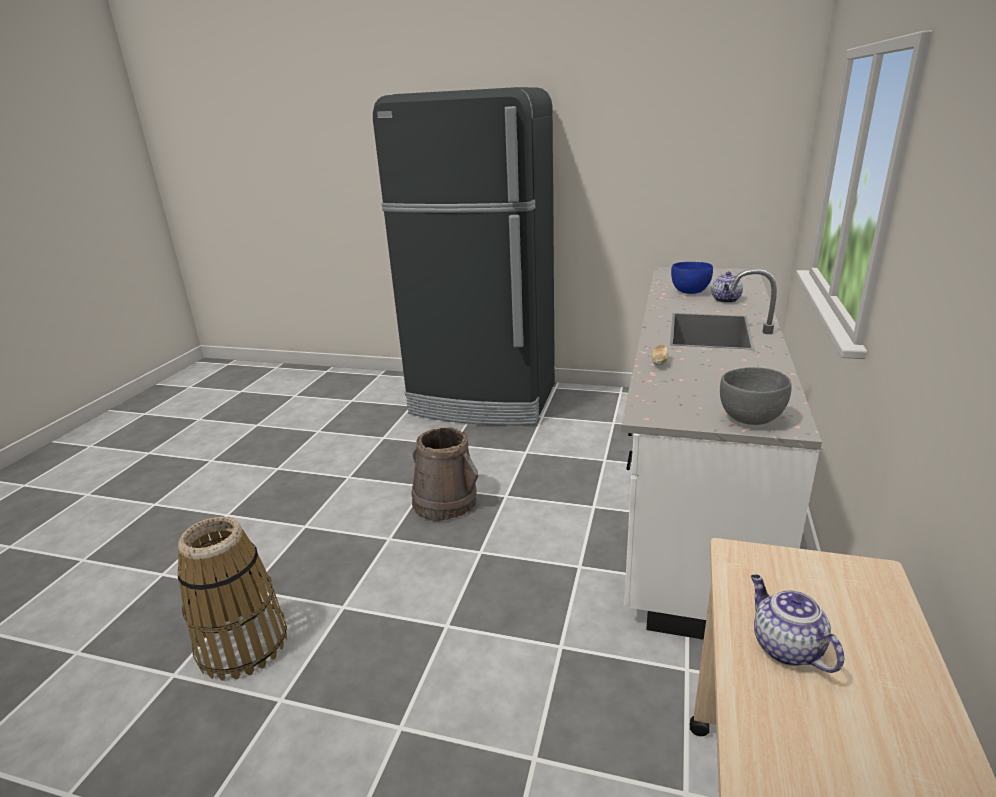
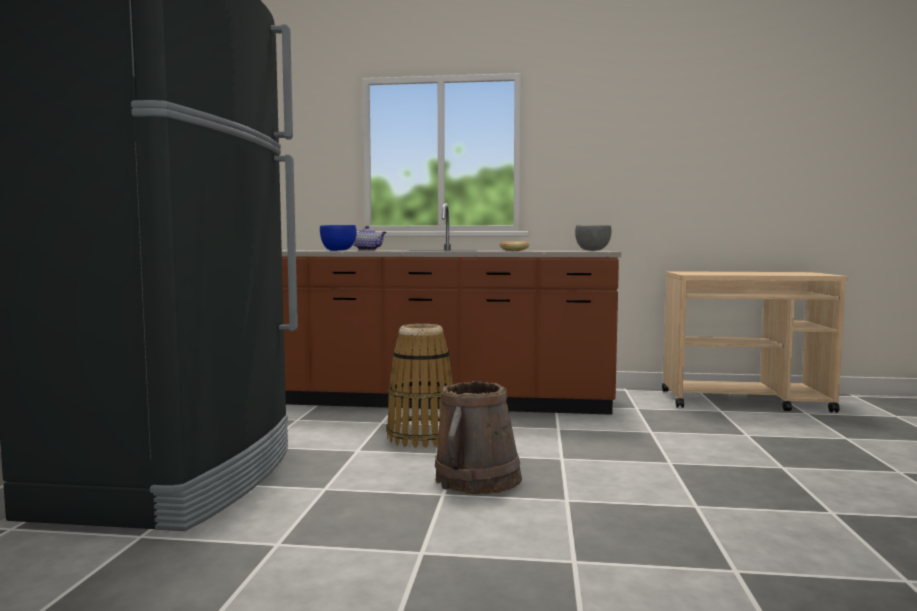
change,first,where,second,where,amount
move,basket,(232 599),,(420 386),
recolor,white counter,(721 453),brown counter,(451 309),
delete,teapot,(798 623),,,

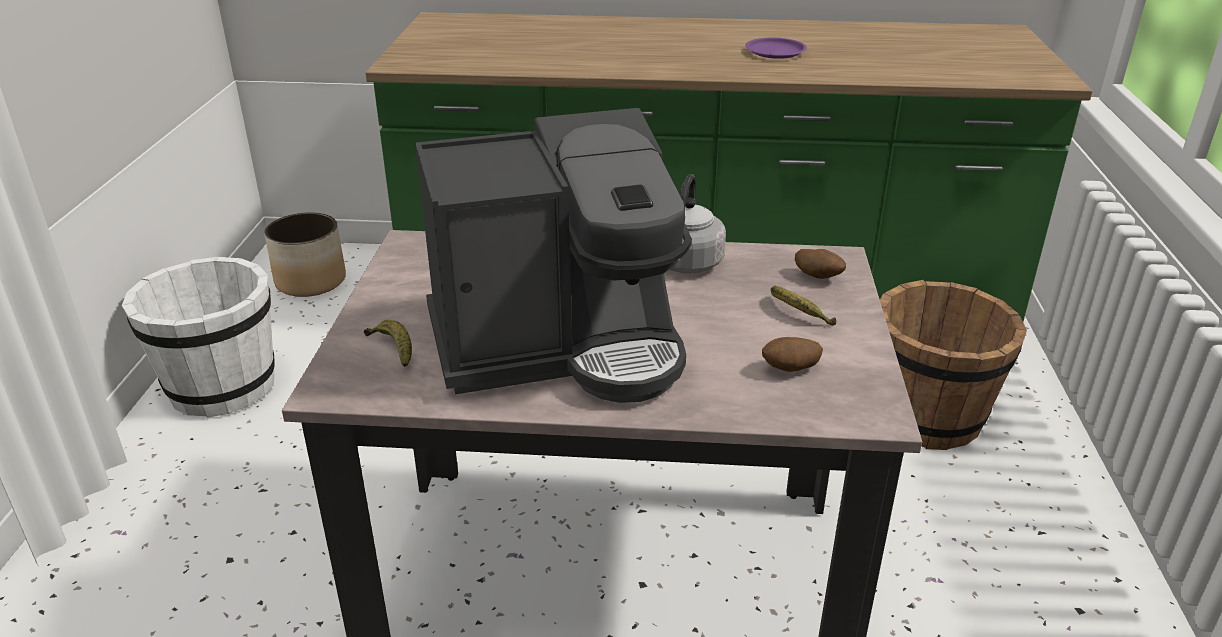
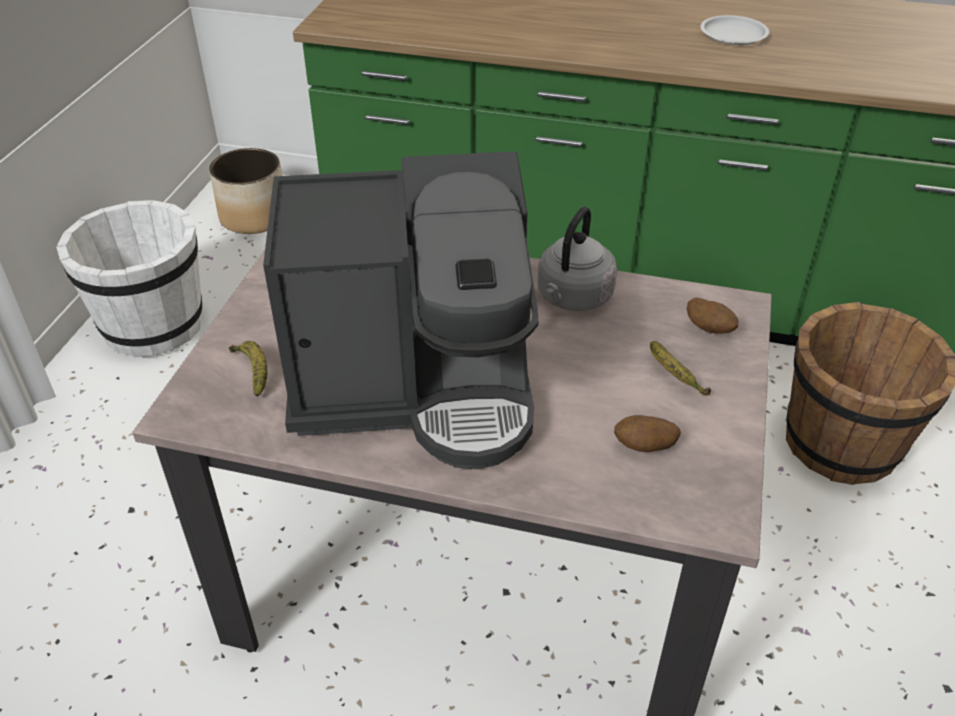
change,first,where,second,where,amount
recolor,purple plate,(776 48),white plate,(734 30),

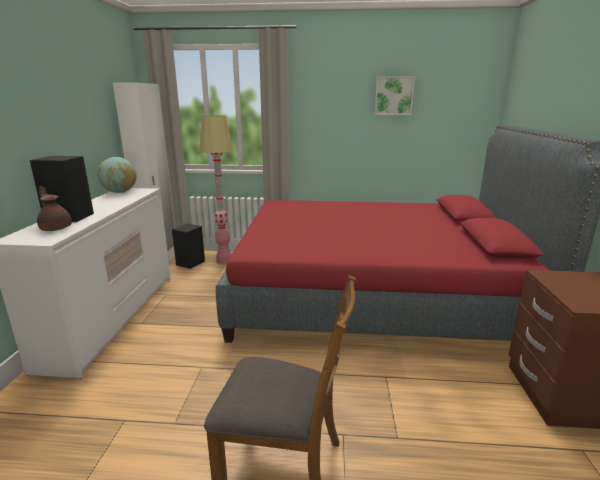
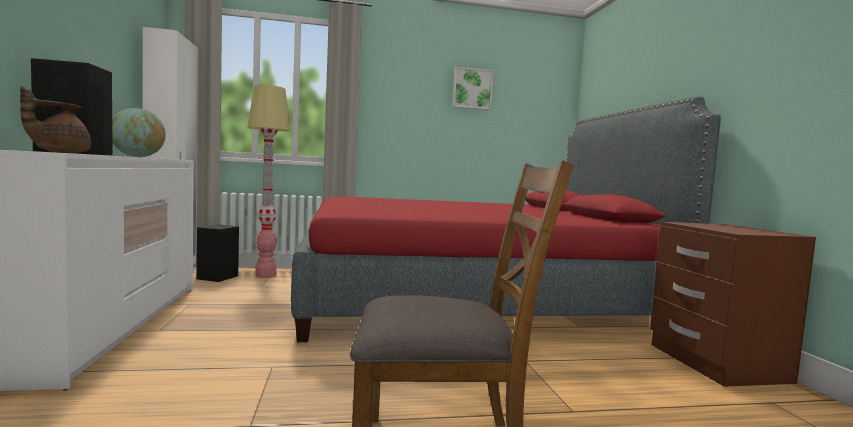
change,first,where,second,where,amount
rotate,brown teapot,(54 208),,(55 119),90 degrees counterclockwise

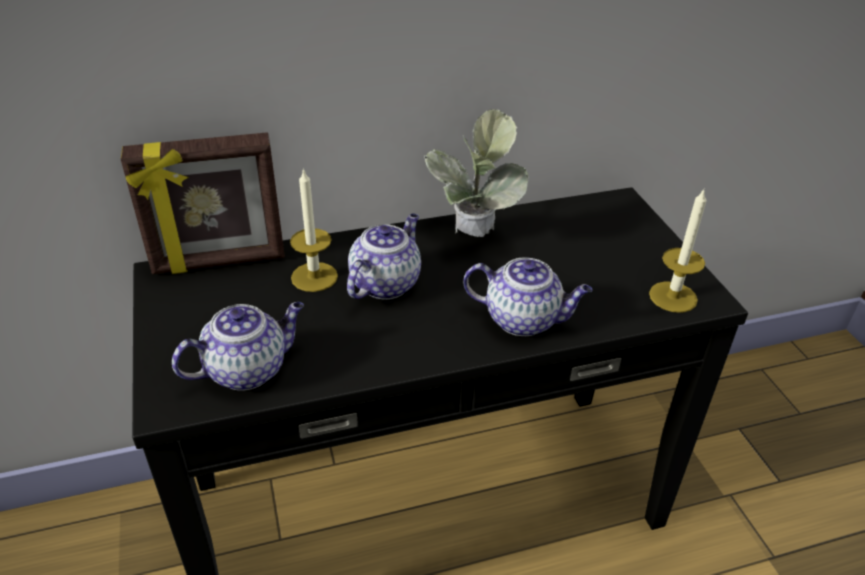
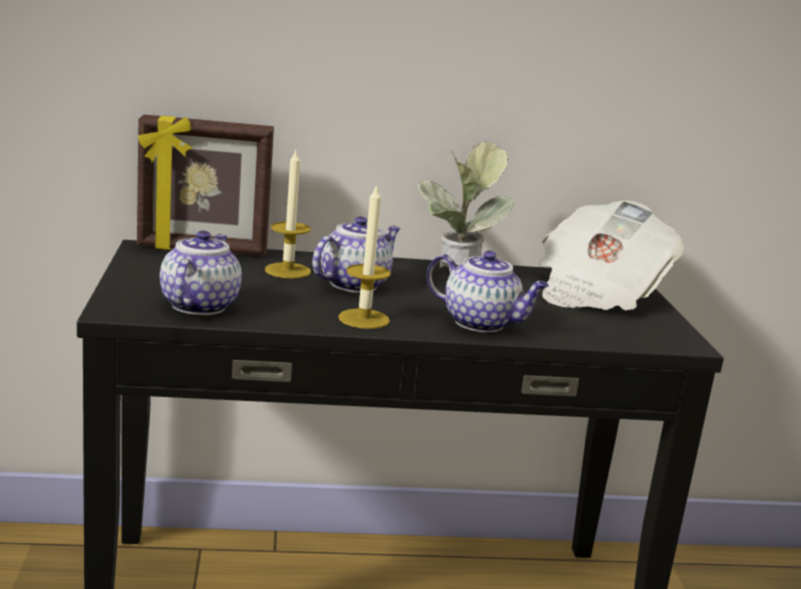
change,first,where,second,where,amount
rotate,teapot,(238 346),,(201 273),60 degrees counterclockwise
move,candle,(678 250),,(364 256),
insert,,,newspaper,(611 255),

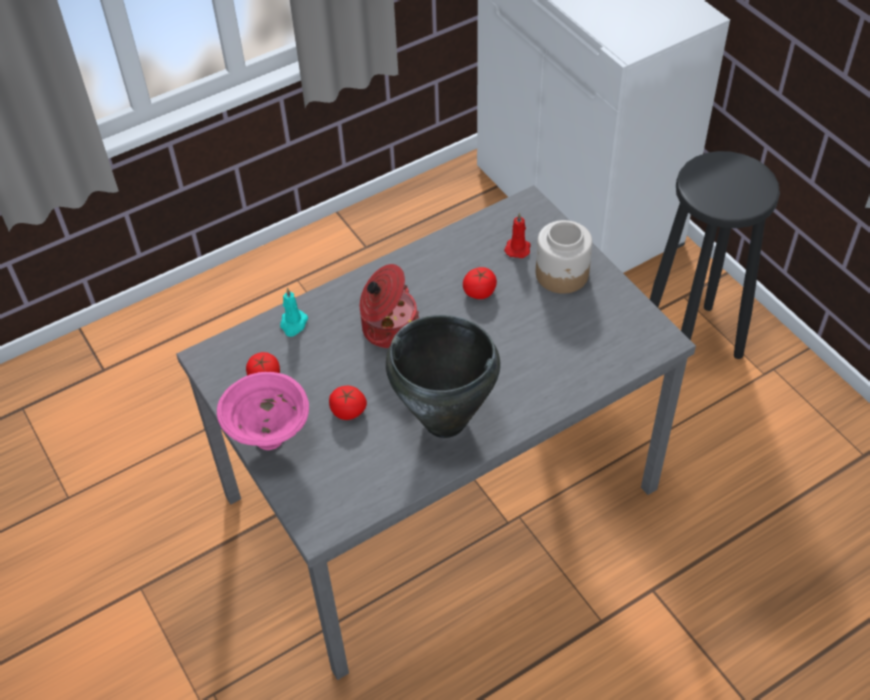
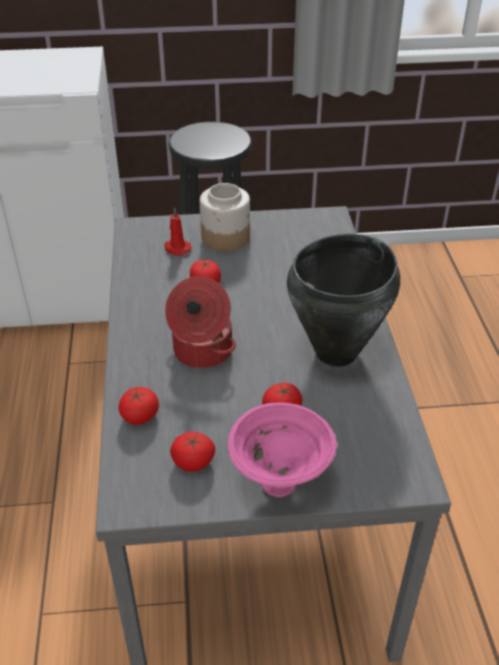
change,first,where,second,where,amount
replace,turquoise candle,(294 312),tomato,(139 406),

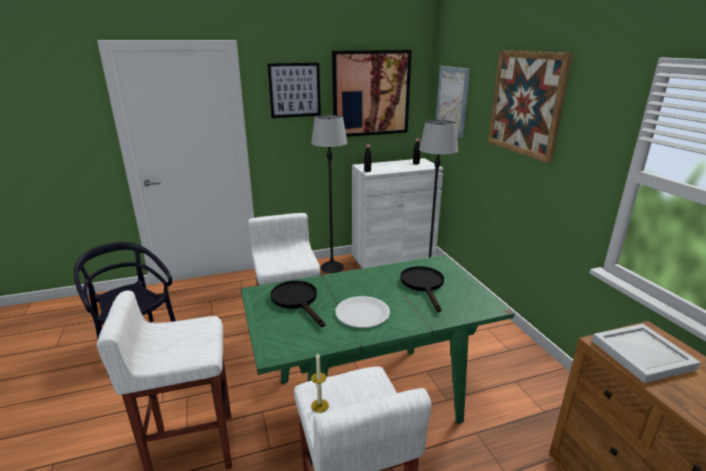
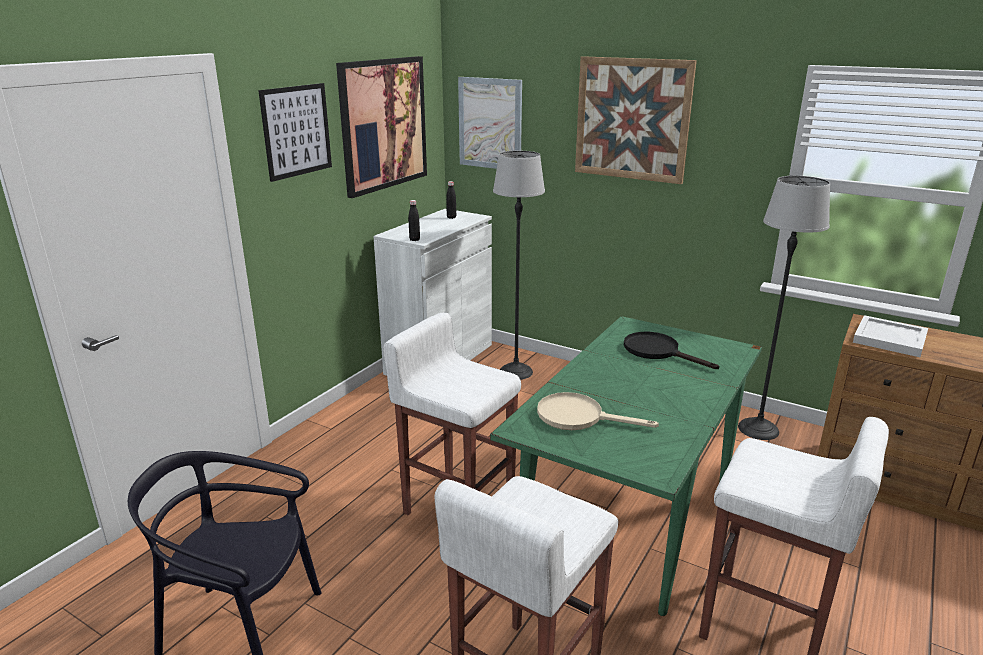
change,first,where,second,where,amount
recolor,black frying pan,(297 304),beige frying pan,(598 411),
move,floor lamp,(329 194),,(784 308),
delete,candle,(320 383),,,
delete,white plate,(362 312),,,

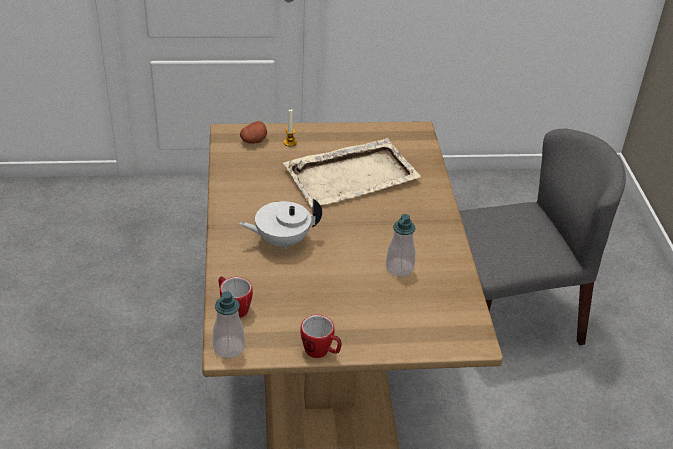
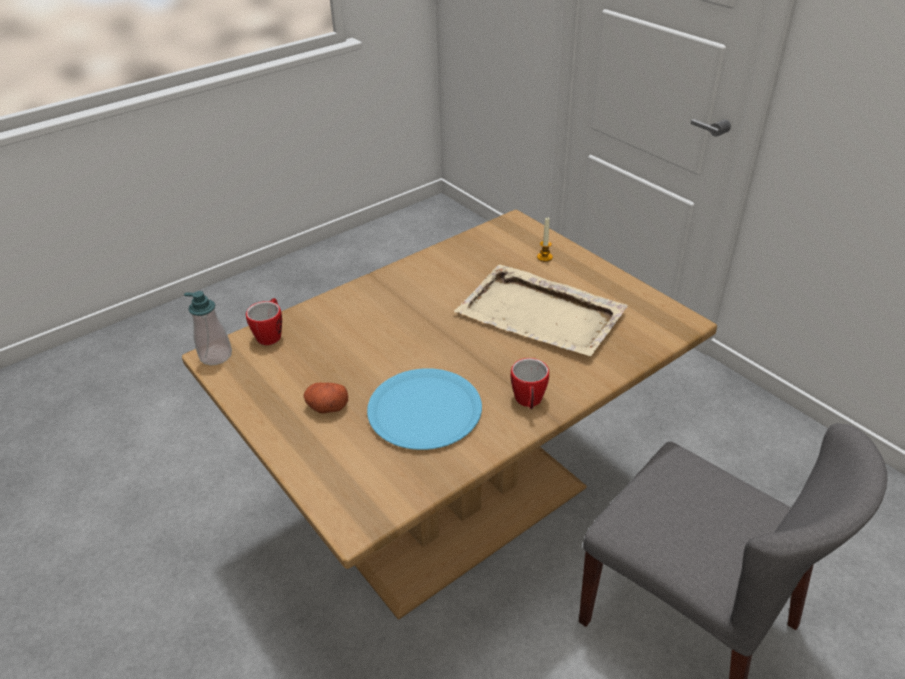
change,first,where,second,where,amount
delete,white teapot,(280 224),,,
move,potato,(253 132),,(326 398),
move,mug,(321 336),,(529 383),
replace,soap dispenser,(401 245),blue plate,(424 409),

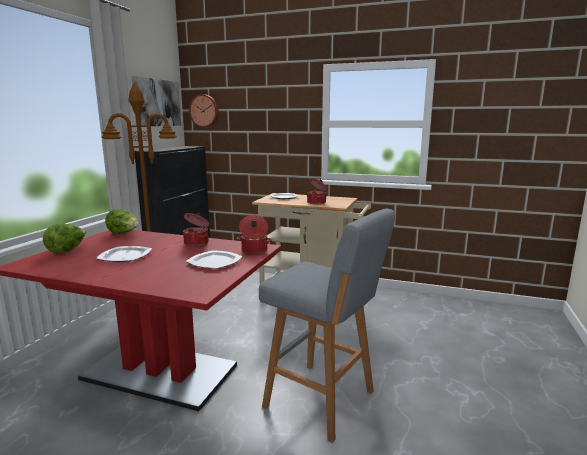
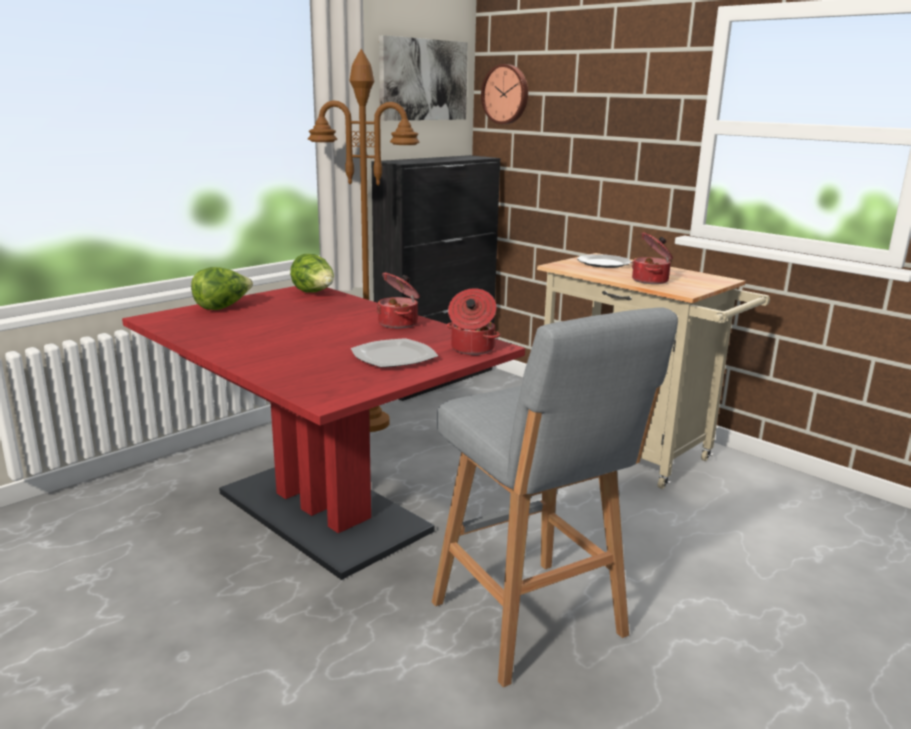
change,first,where,second,where,amount
delete,plate,(124 254),,,

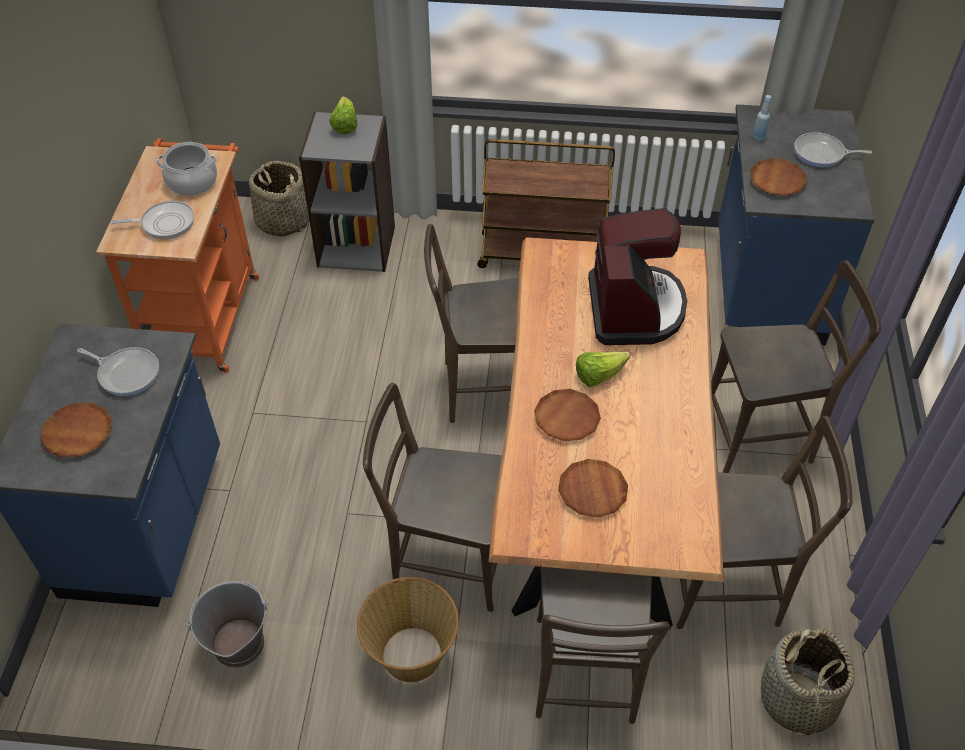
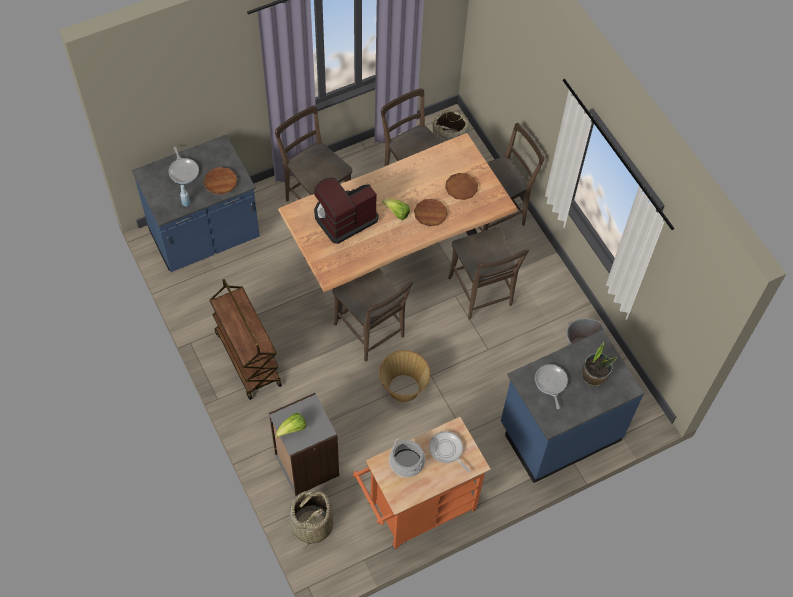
change,first,where,second,where,amount
replace,brown plate,(76 430),potted plant,(599 363),
move,basket,(408 630),,(405 376),

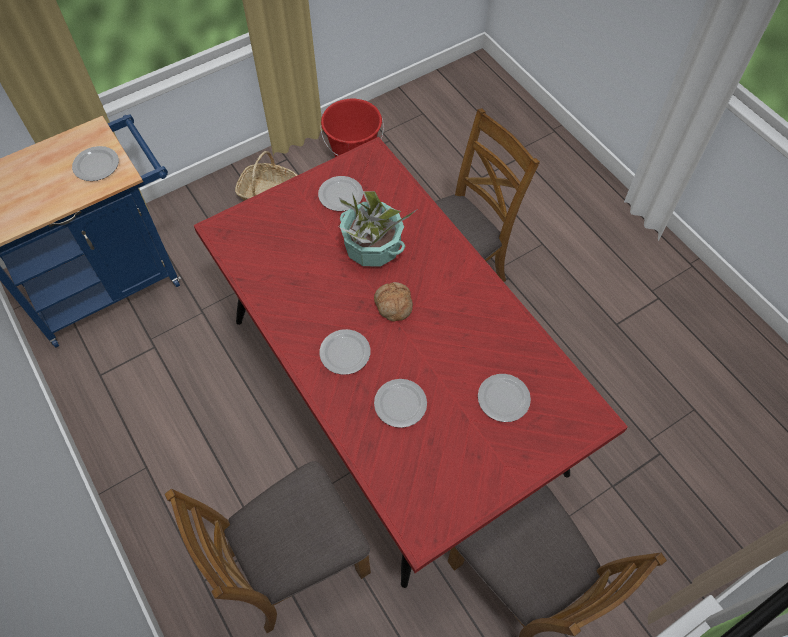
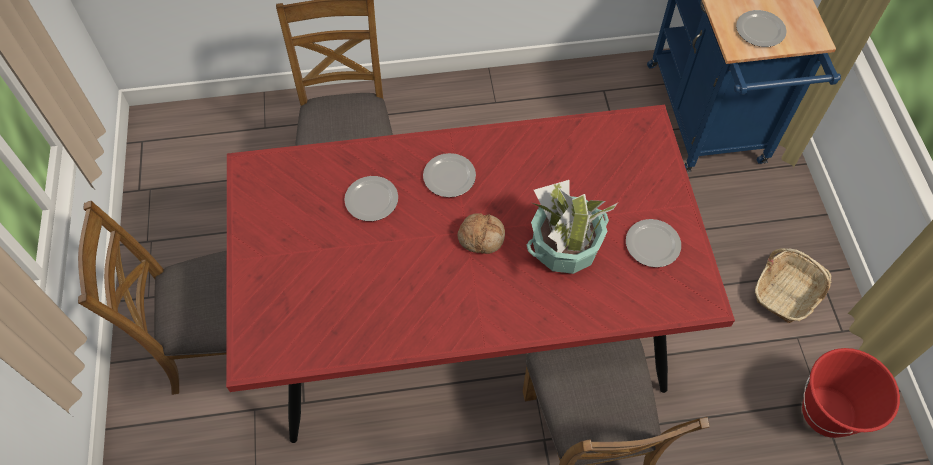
change,first,where,second,where,amount
delete,plate,(504 398),,,

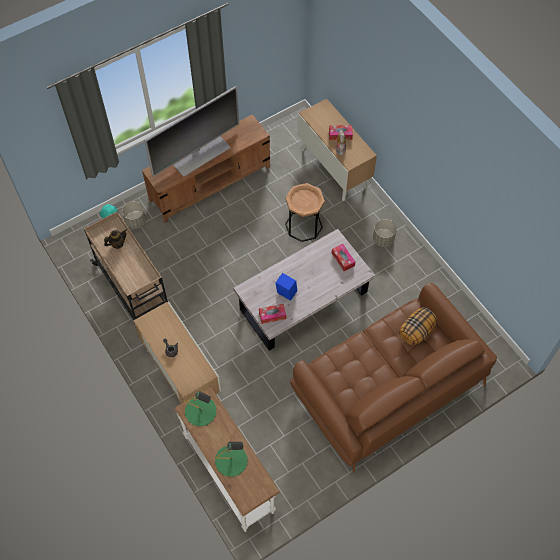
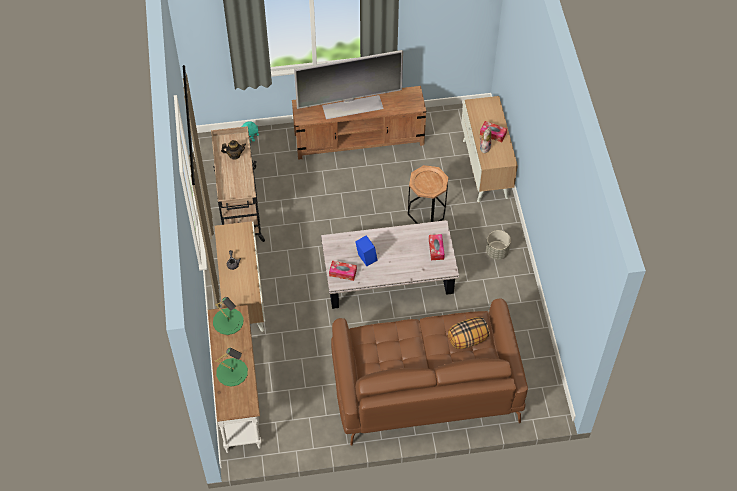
change,first,where,second,where,amount
delete,grey planter,(134 215),,,

